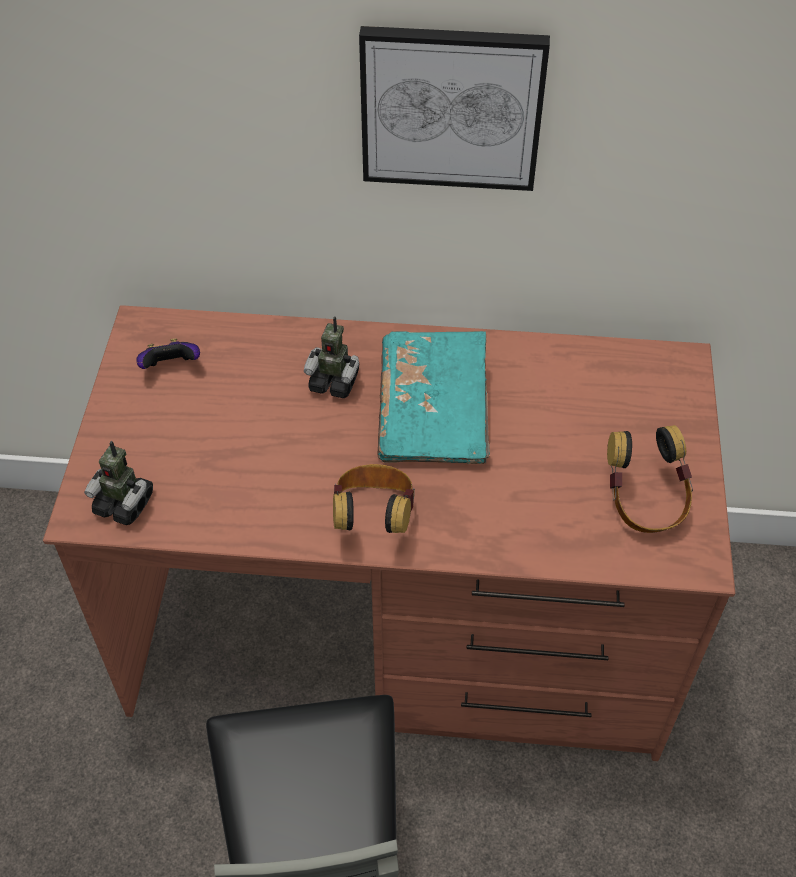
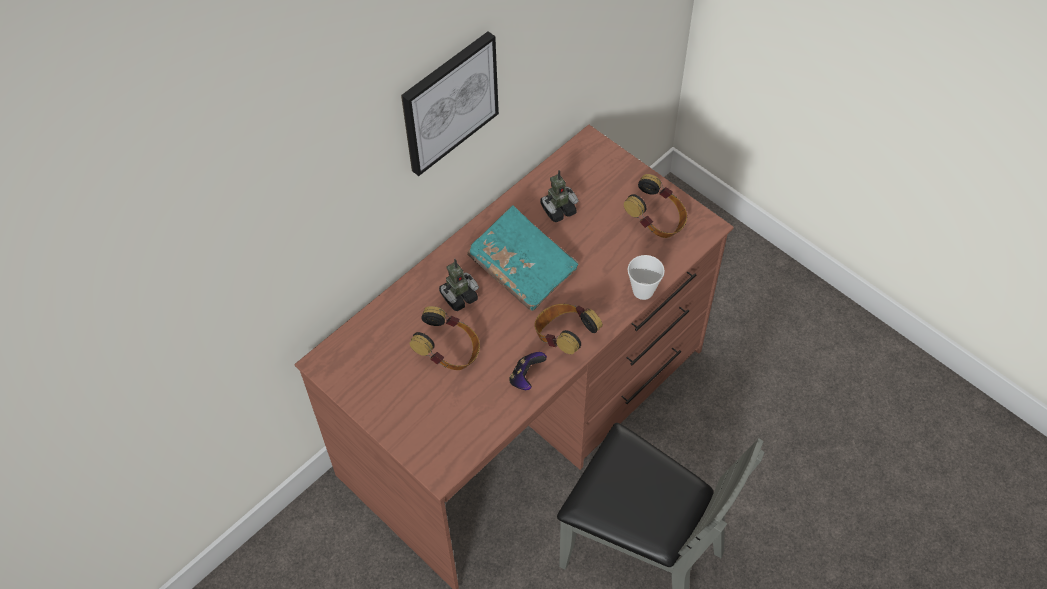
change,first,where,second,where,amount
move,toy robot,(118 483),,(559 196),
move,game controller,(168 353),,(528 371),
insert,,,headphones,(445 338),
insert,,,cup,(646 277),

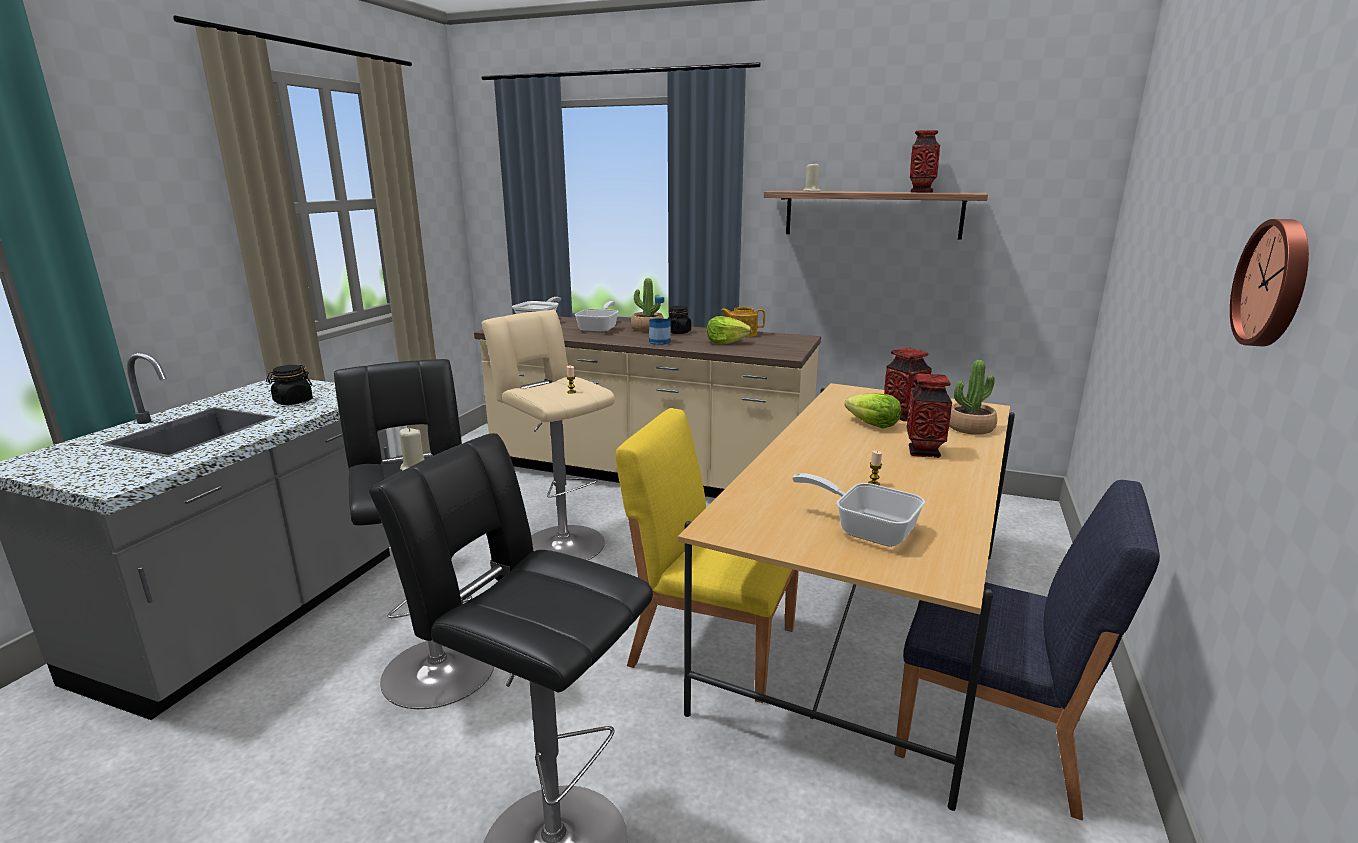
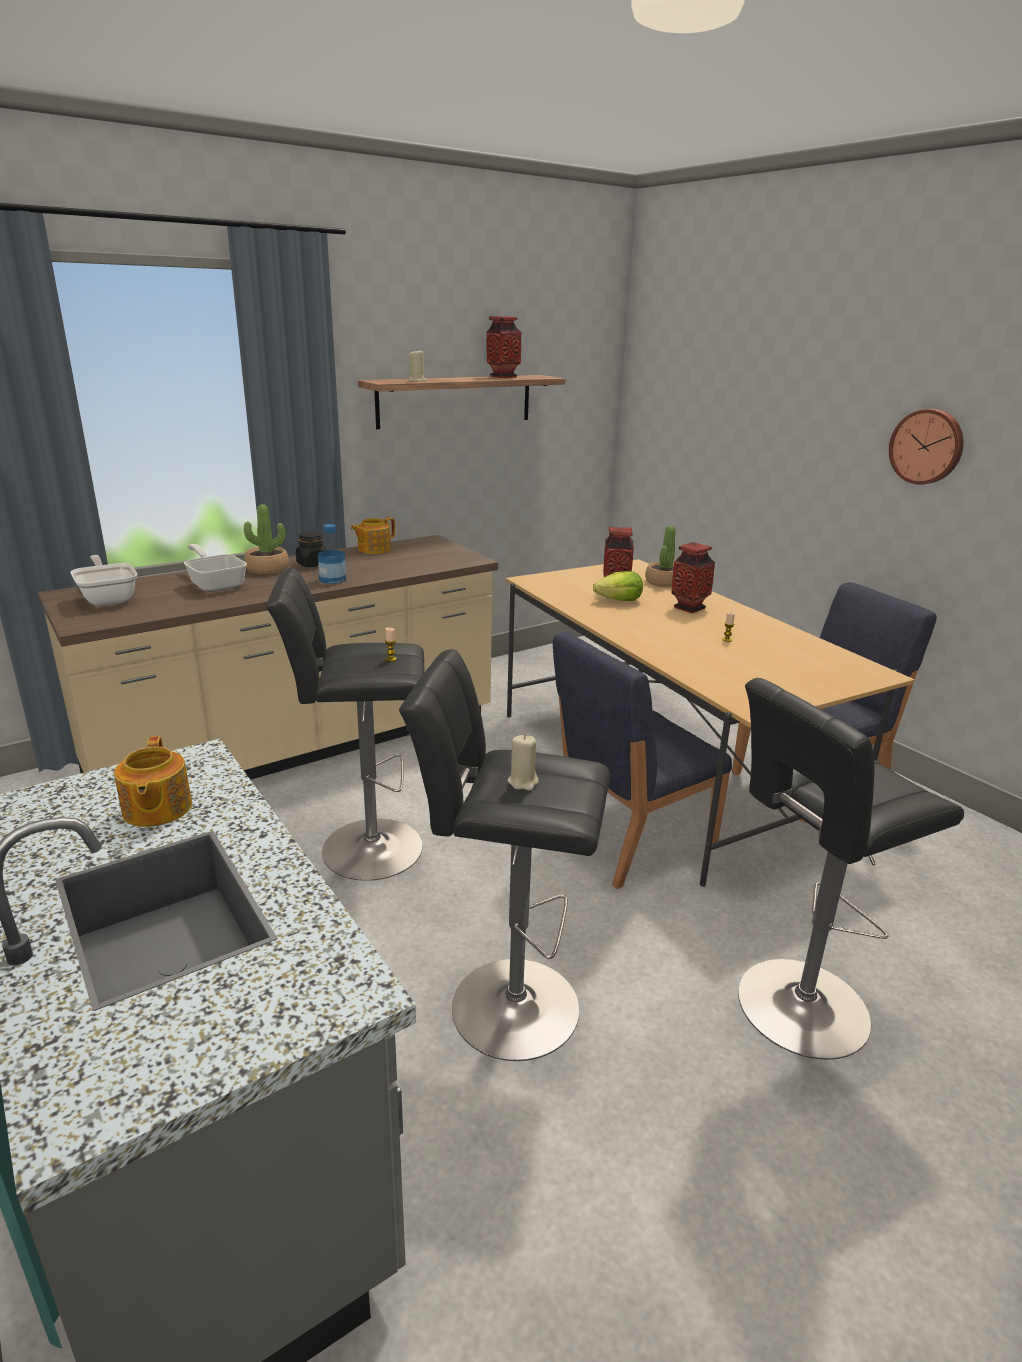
change,first,where,second,where,amount
replace,black jar,(289 385),teapot,(153 781),
recolor,beige stool,(548 435),black stool,(345 724),
recolor,yellow chair,(707 555),blue chair,(642 760),
delete,lettuce,(729 330),,,
delete,frying pan,(858 510),,,

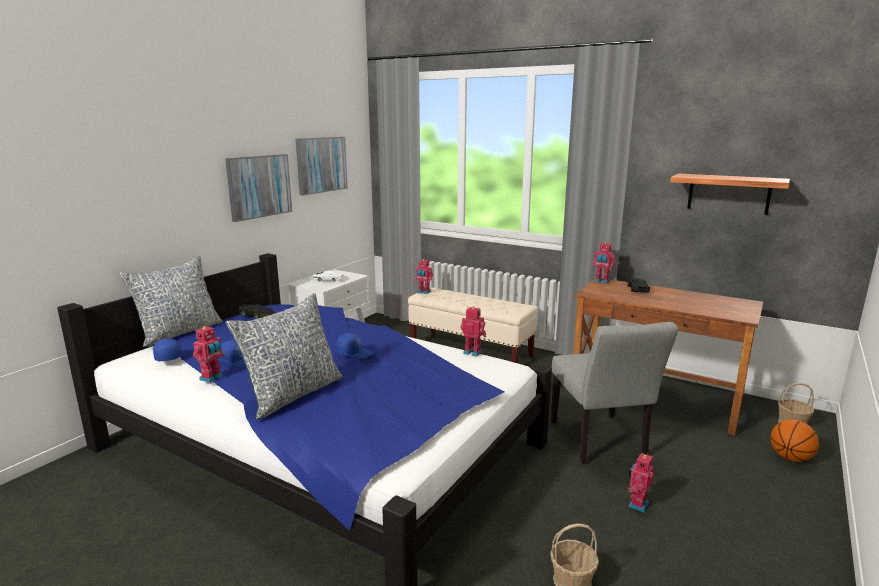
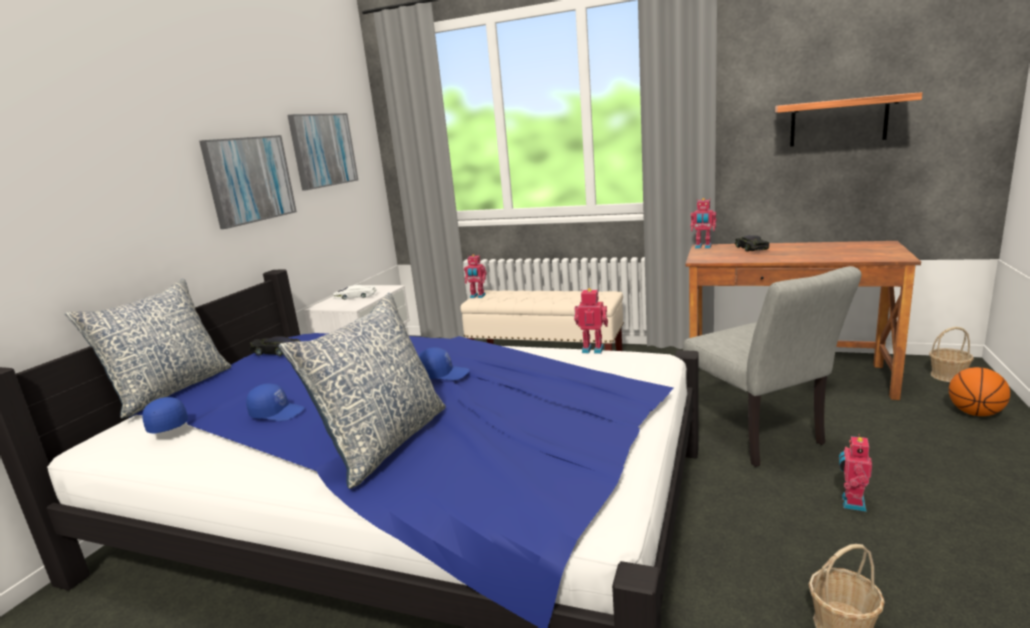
change,first,where,second,where,amount
delete,toy robot,(209 354),,,

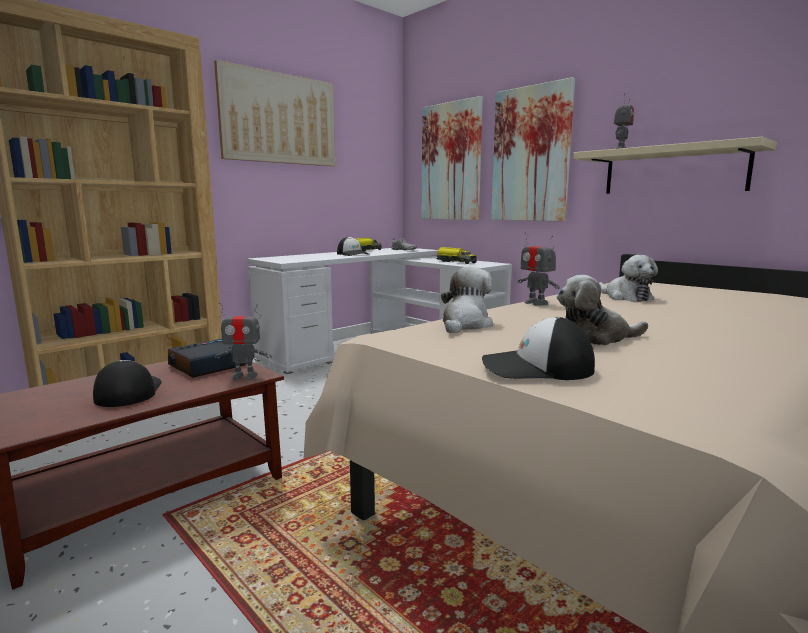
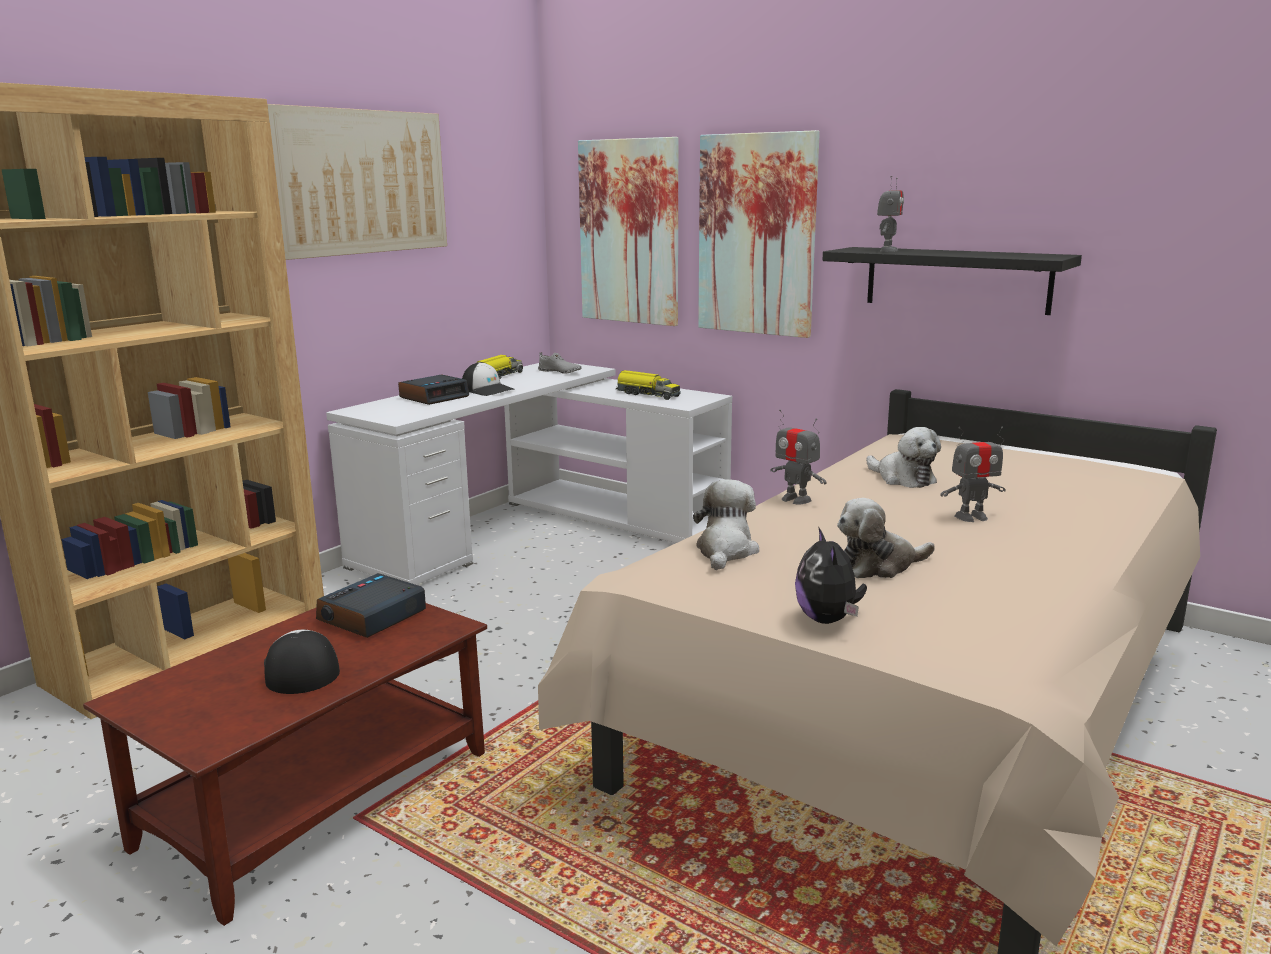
change,first,where,second,where,amount
move,toy robot,(243 341),,(973 474),
replace,cap,(538 348),plush toy,(831 576),
recolor,beige shelf,(675 165),black shelf,(952 281),
insert,,,alarm clock,(433 389),

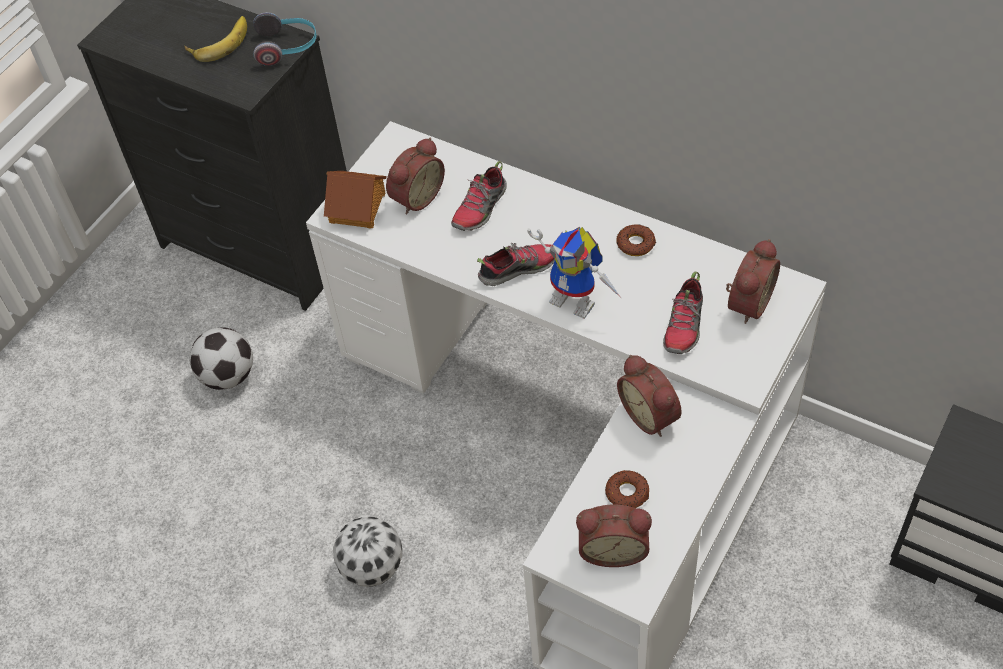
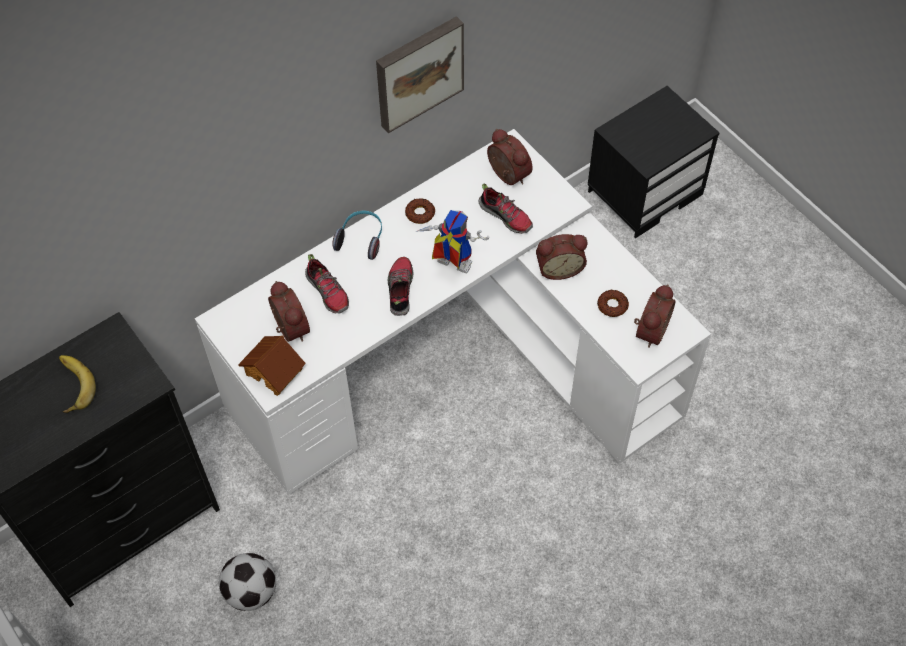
change,first,where,second,where,amount
move,headphones,(285 39),,(357 235),
delete,football,(368 552),,,
rotate,toy robot,(574 273),,(452 241),120 degrees counterclockwise
insert,,,picture,(420 74),

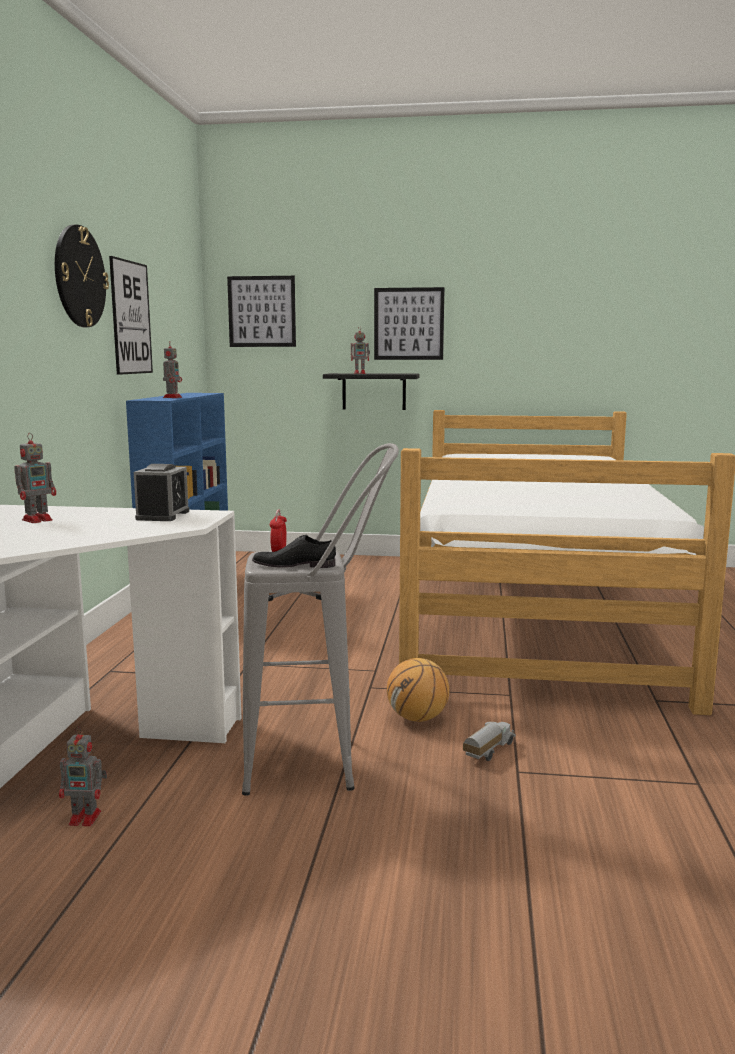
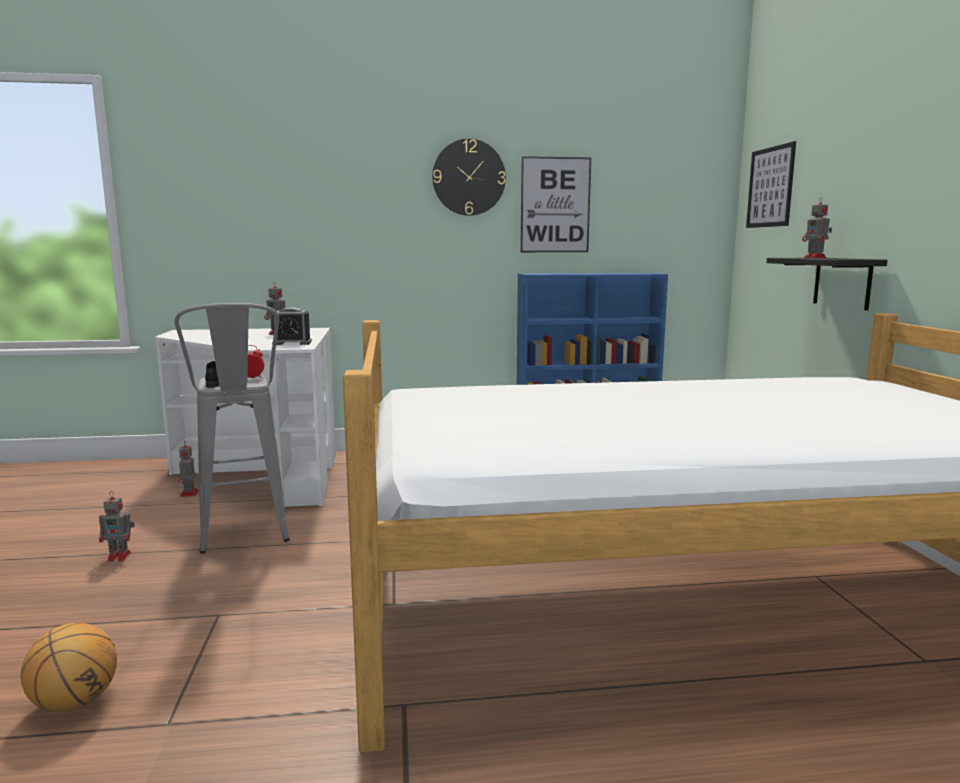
change,first,where,second,where,amount
move,toy robot,(172 369),,(117 526),
delete,picture,(409 323),,,
move,basketball,(418 690),,(68 667),
delete,toy truck,(489 741),,,

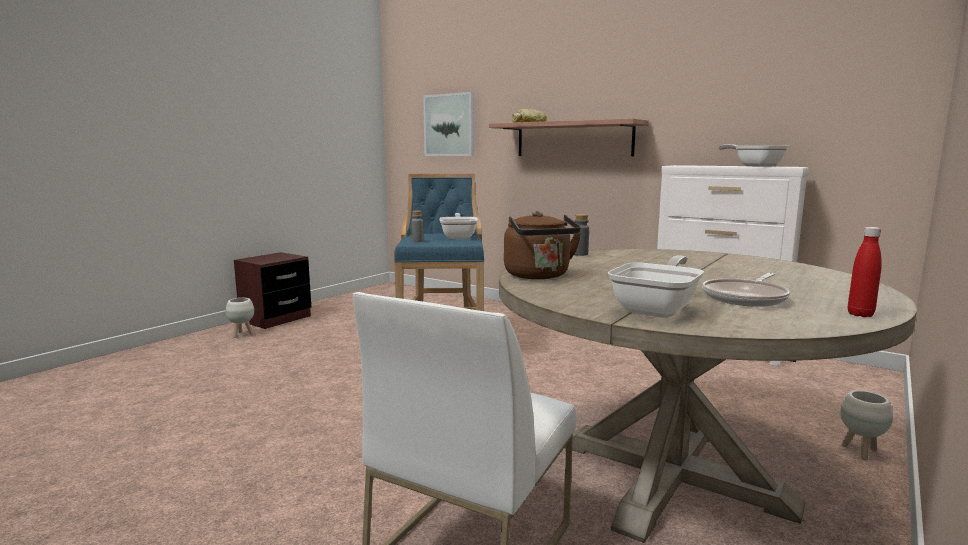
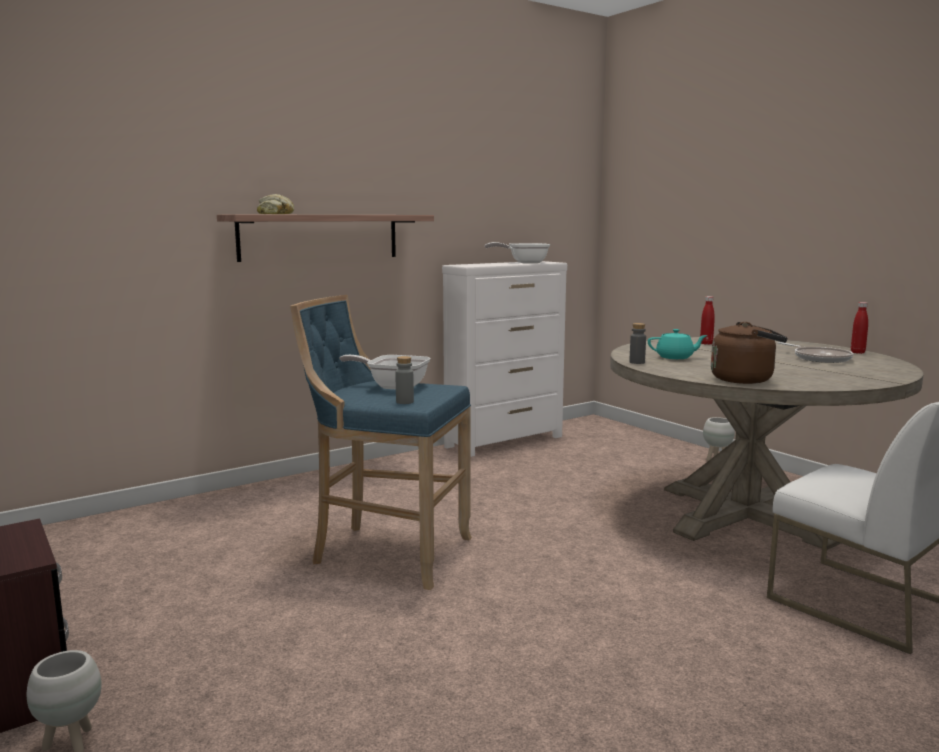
change,first,where,second,where,amount
delete,picture,(448 124),,,
delete,frying pan,(656 286),,,
insert,,,turquoise teapot,(678 344),
insert,,,red bottle,(707 320),

